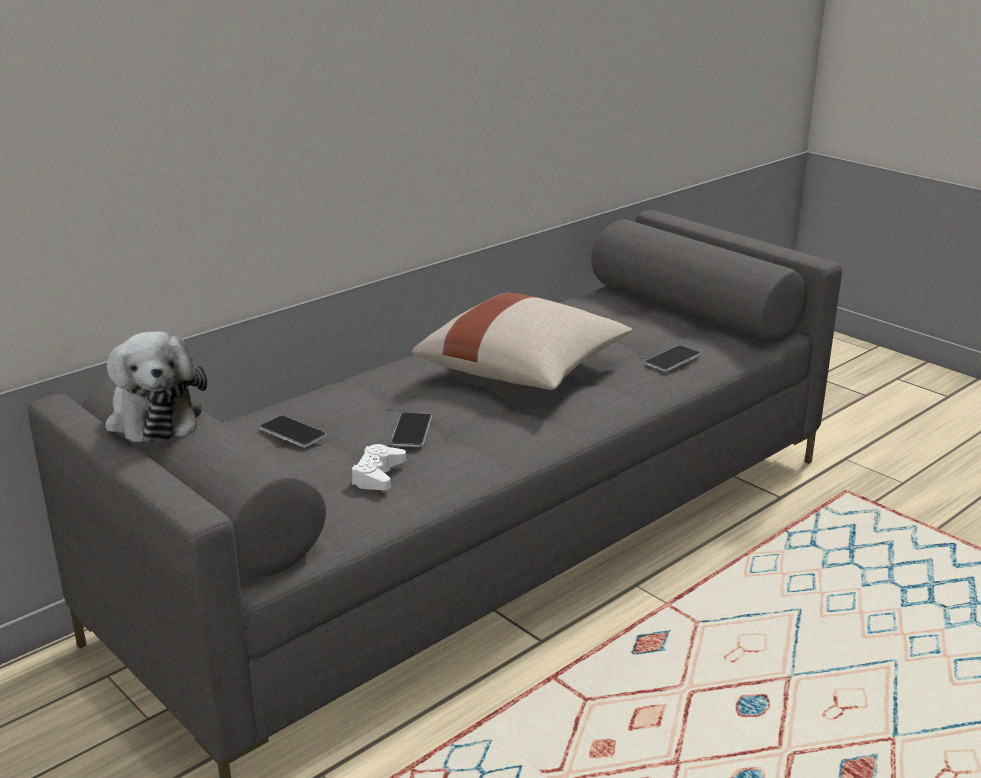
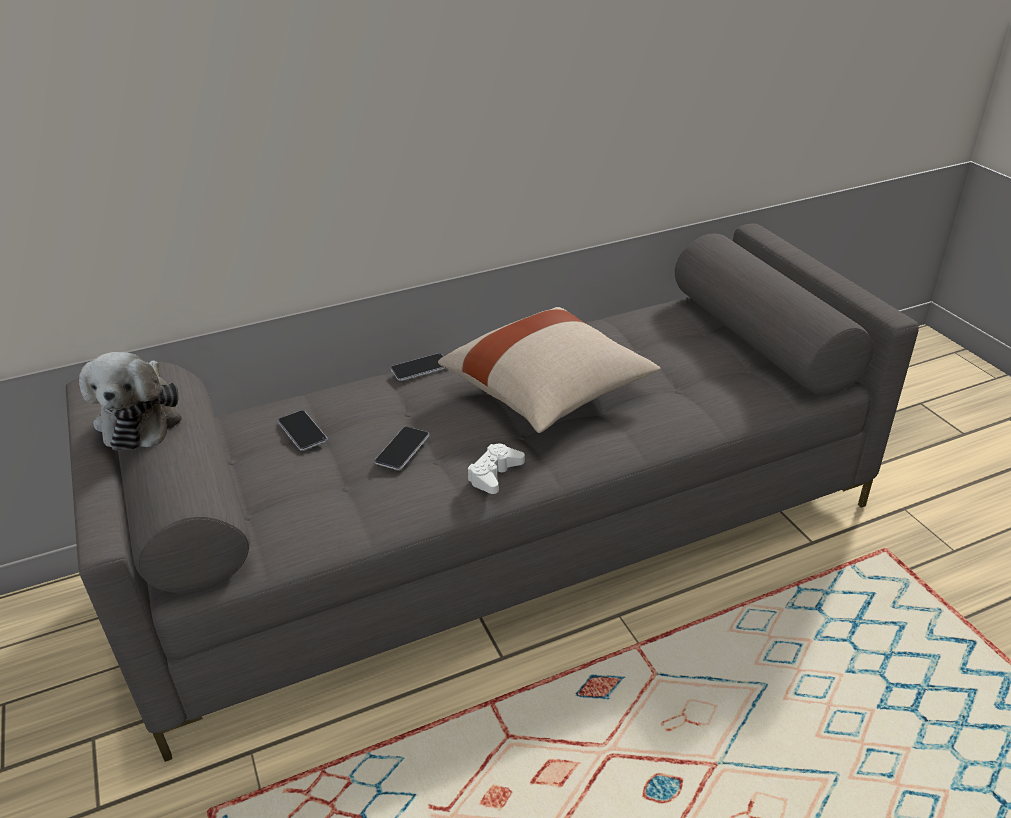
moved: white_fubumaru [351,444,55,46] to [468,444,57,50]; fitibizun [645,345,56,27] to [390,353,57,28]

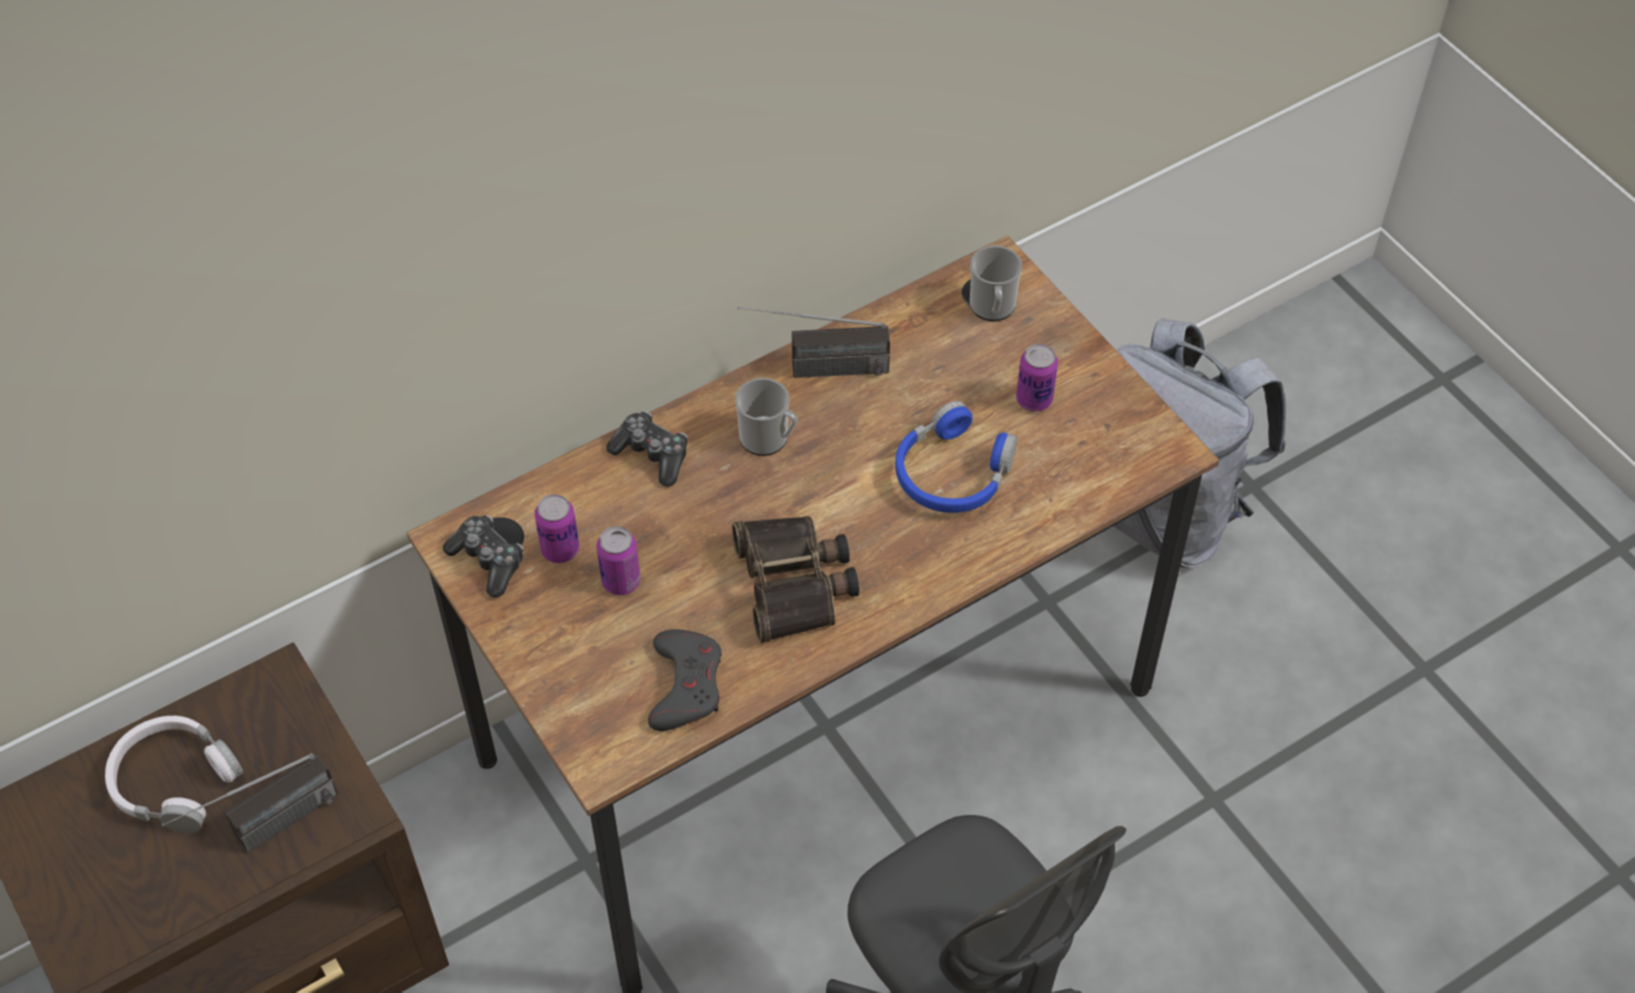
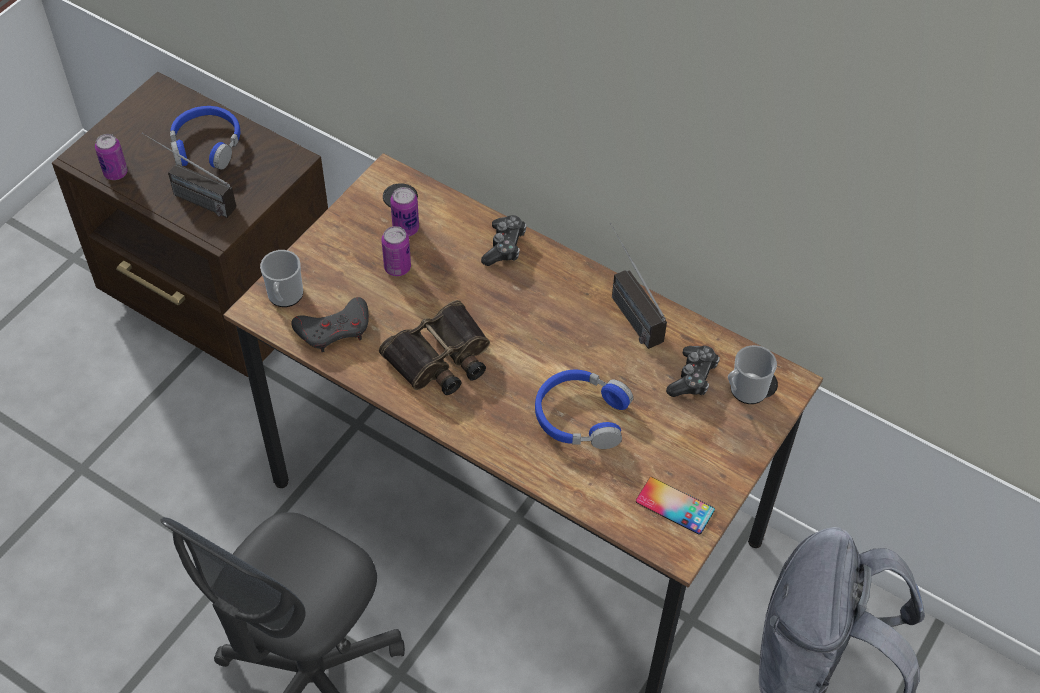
added: fitibizun [636,477,79,58]
moved: fubumaru [443,515,81,82] to [666,346,54,51]; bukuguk [735,378,63,78] to [260,250,43,57]; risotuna [1016,344,42,68] to [95,134,33,46]
recoloured: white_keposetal [105,716,138,117] to blue_keposetal [170,106,70,64]

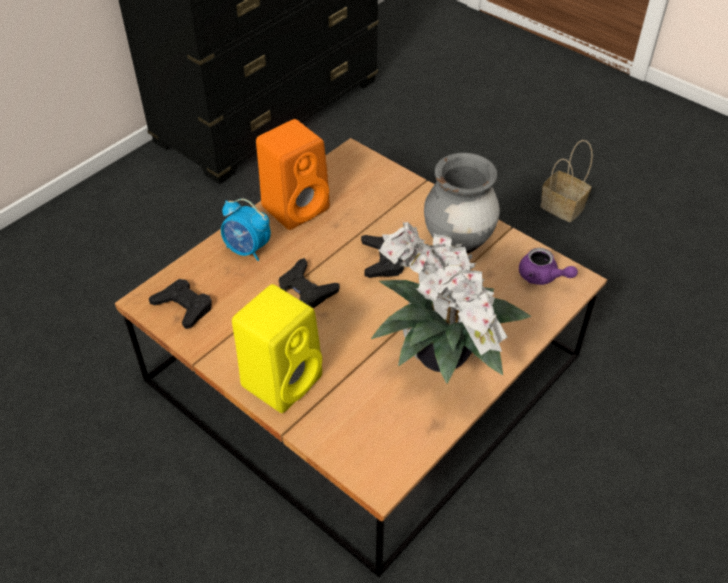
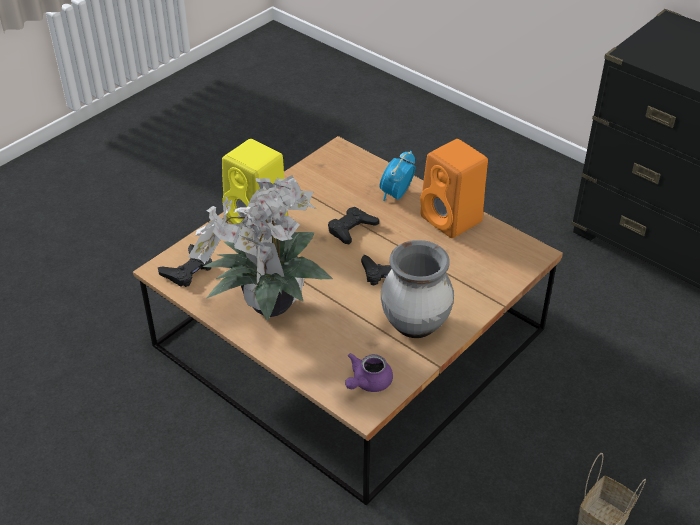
moved: black_fubumaru [149,279,63,50] to [158,244,54,43]

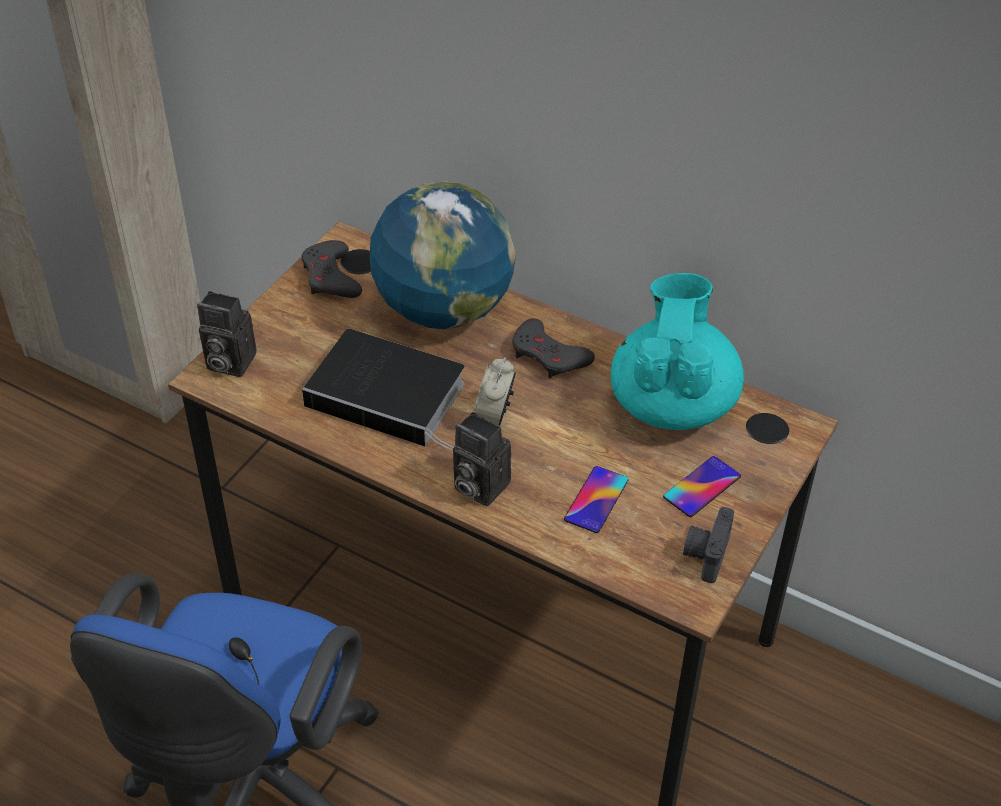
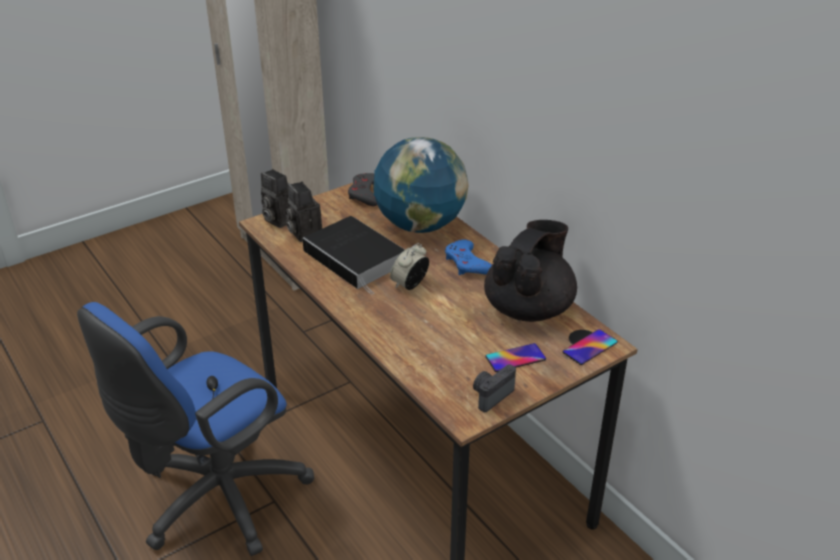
moved: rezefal [453,412,58,94] to [285,182,37,60]; fitibizun [564,466,64,67] to [562,329,56,36]
recoloured: grey_fubumaru [512,318,83,61] to blue_fubumaru [445,239,47,36]; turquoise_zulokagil [611,273,133,157] to black_zulokagil [484,220,93,102]

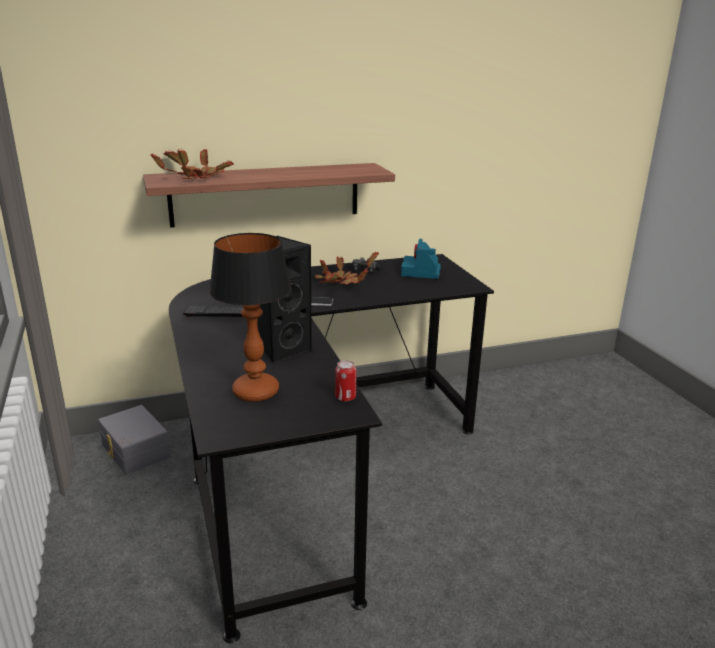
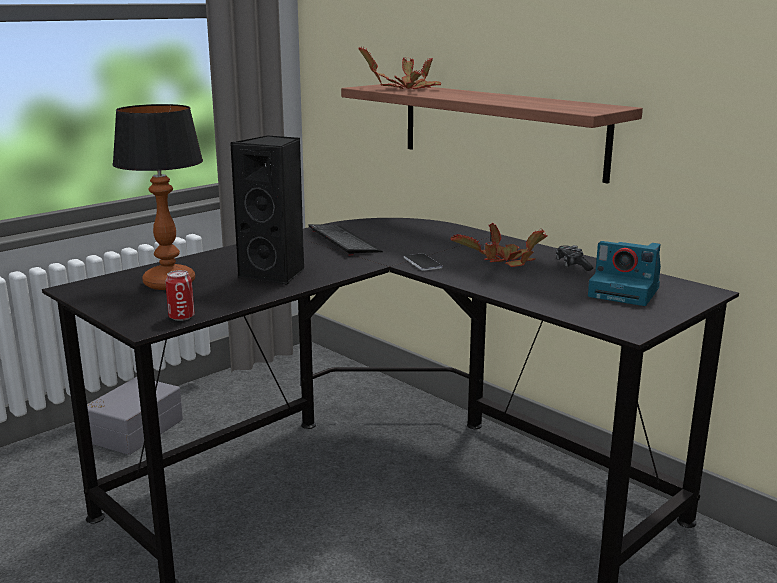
moved: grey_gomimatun [98,405,73,69] to [87,377,96,78]
turned: rezefal [401,239,40,40] = [588,241,73,65] 135 degrees counterclockwise

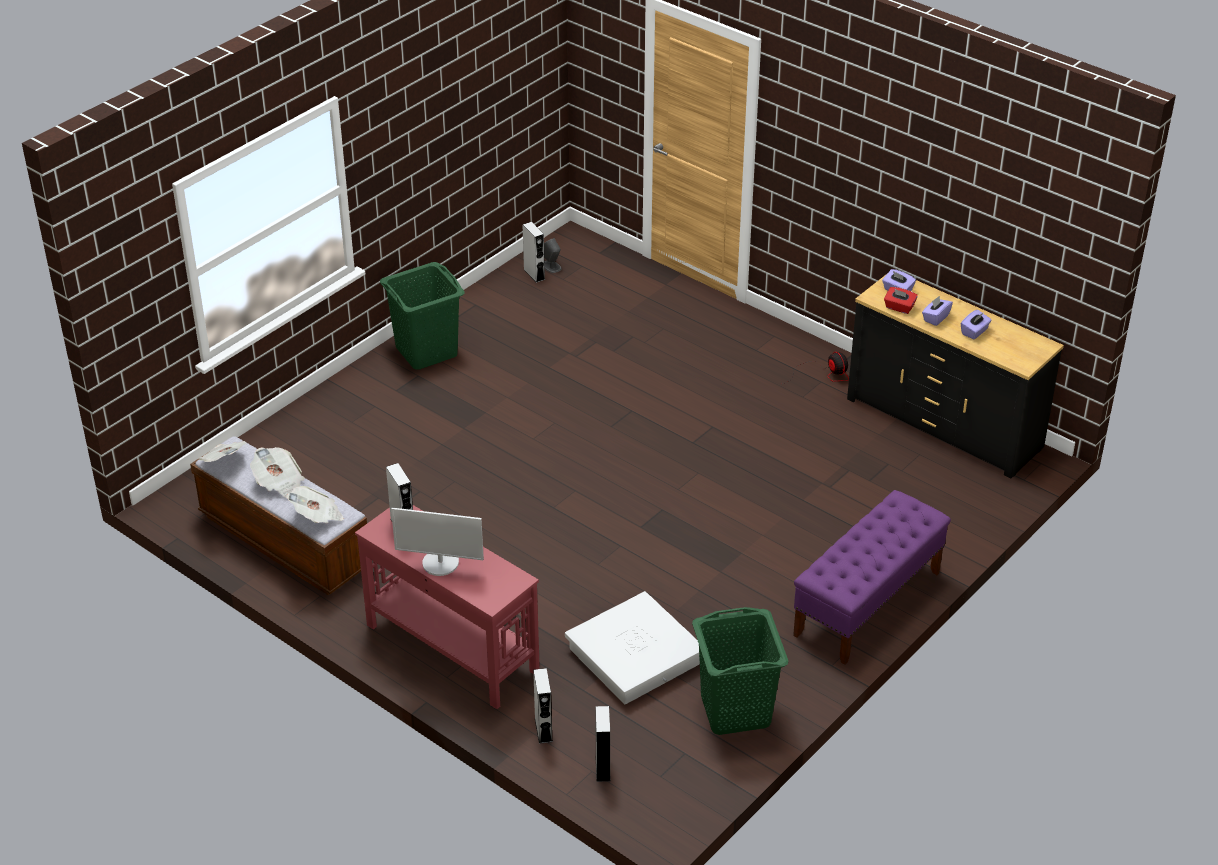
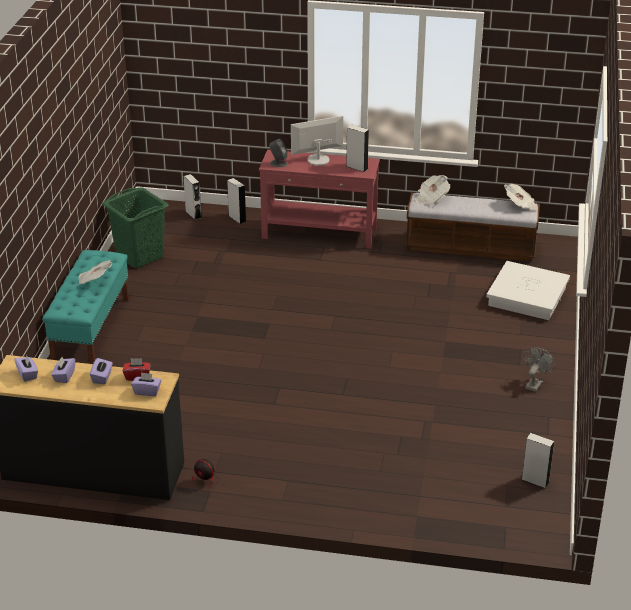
added: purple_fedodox [14,355,24,27]
moved: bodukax [250,447,55,51] to [78,260,34,25]; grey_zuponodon [544,238,17,35] to [269,139,19,28]; white_gomimatun [565,591,135,113] to [486,261,84,59]
replaced: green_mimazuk [380,262,85,108] to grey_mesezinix [524,347,31,45]
recoloured: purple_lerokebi [793,490,158,175] to turquoise_lerokebi [43,250,86,114]

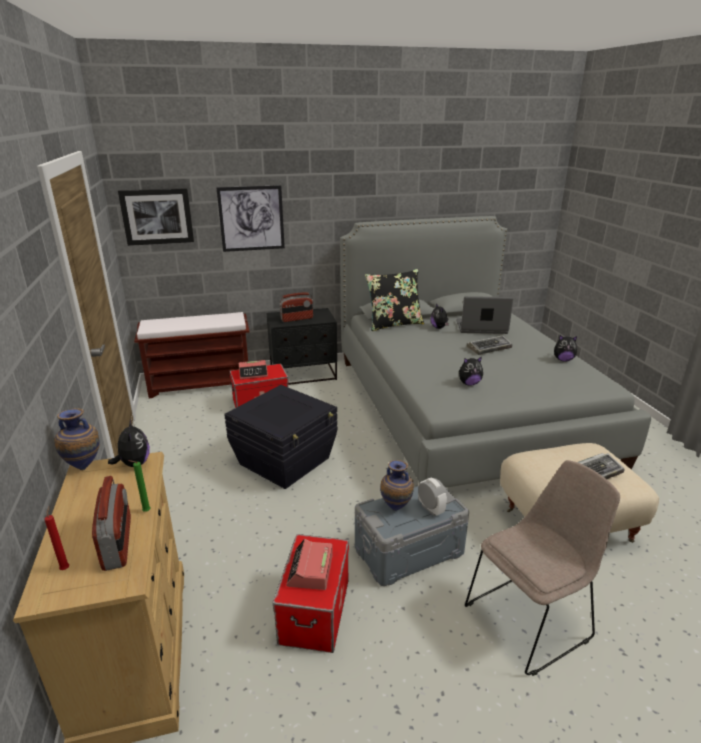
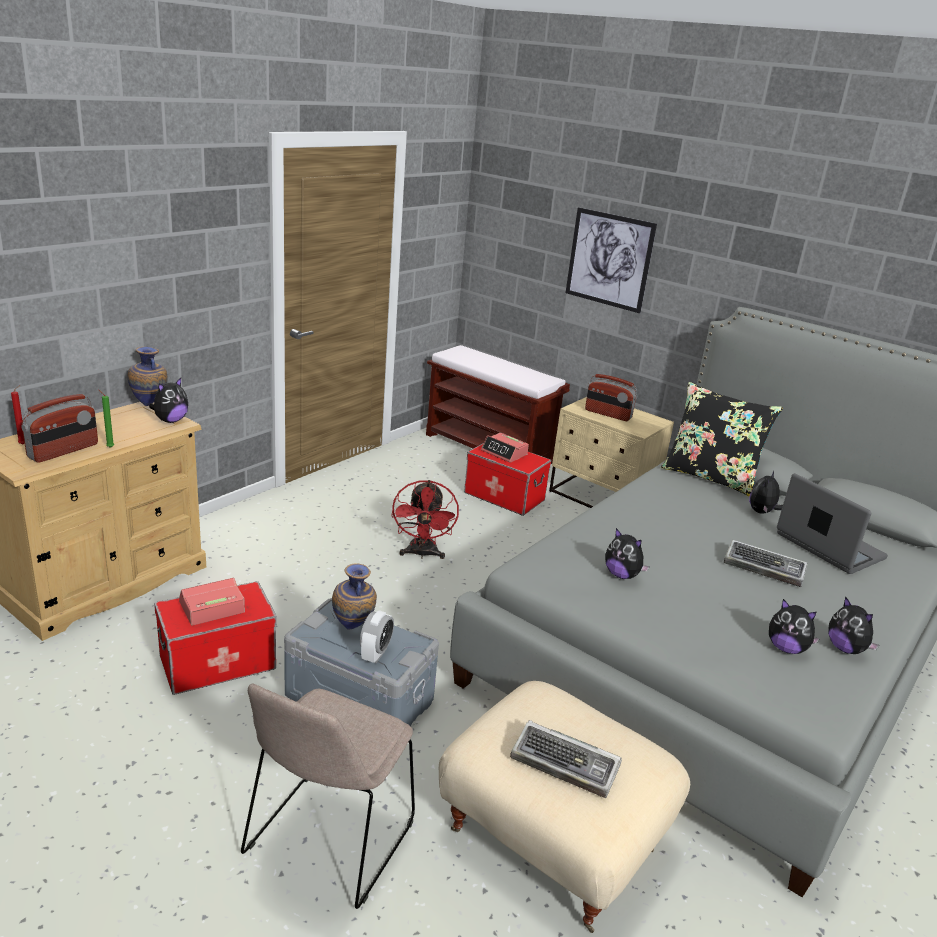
removed: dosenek [118,188,76,58]
added: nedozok [769,599,51,55]
replaced: black_gomimatun [224,385,113,104] to red_mesezinix [391,480,68,79]
recoloured: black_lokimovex [267,308,70,77] to beige_lokimovex [549,397,125,111]
turned: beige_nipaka [465,460,155,216] = [241,683,174,226] 90 degrees clockwise

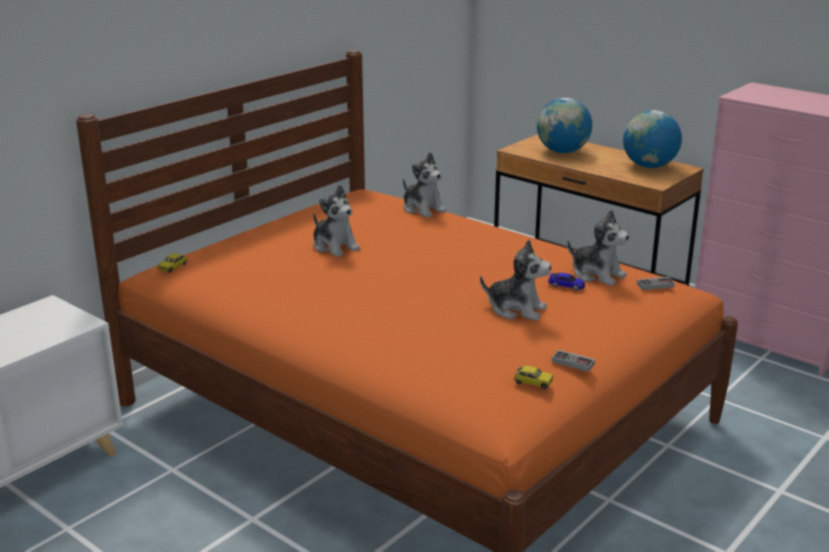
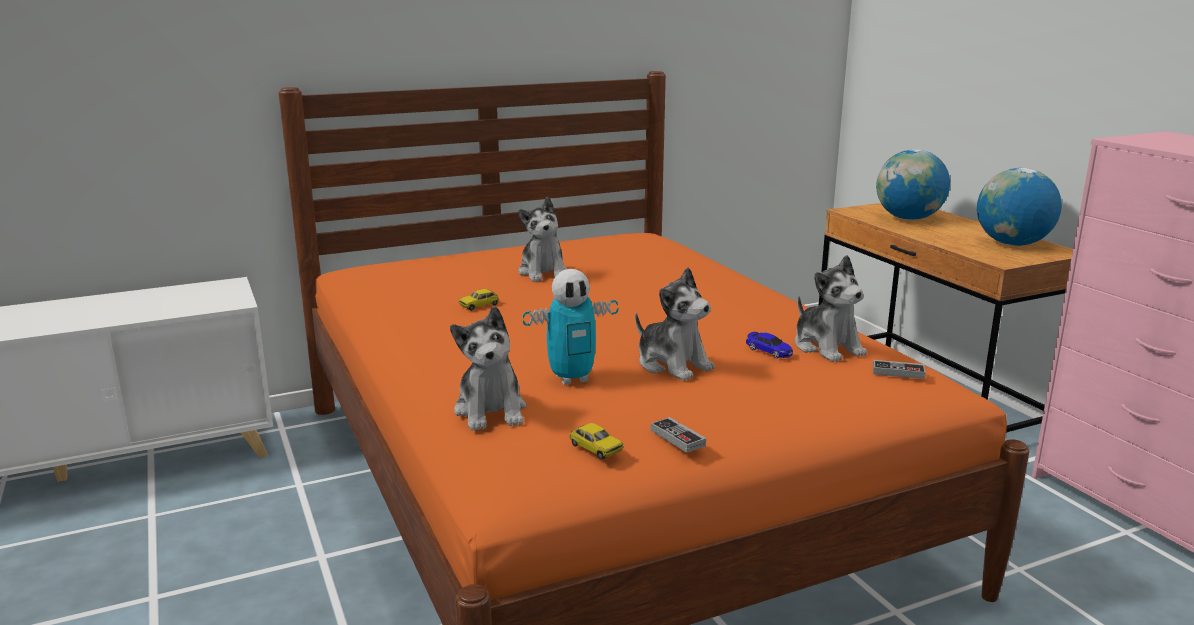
added: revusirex [523,269,95,116]
moved: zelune [157,253,30,20] to [459,289,40,22]; nedozok [403,152,44,66] to [450,306,76,125]

